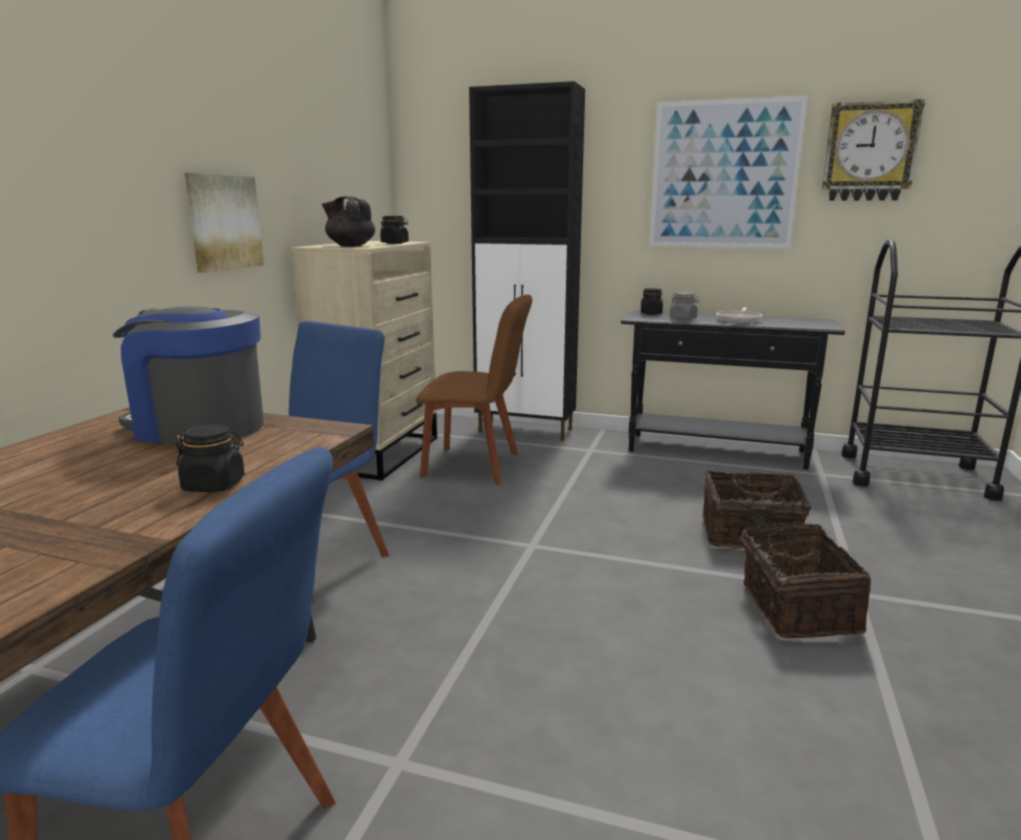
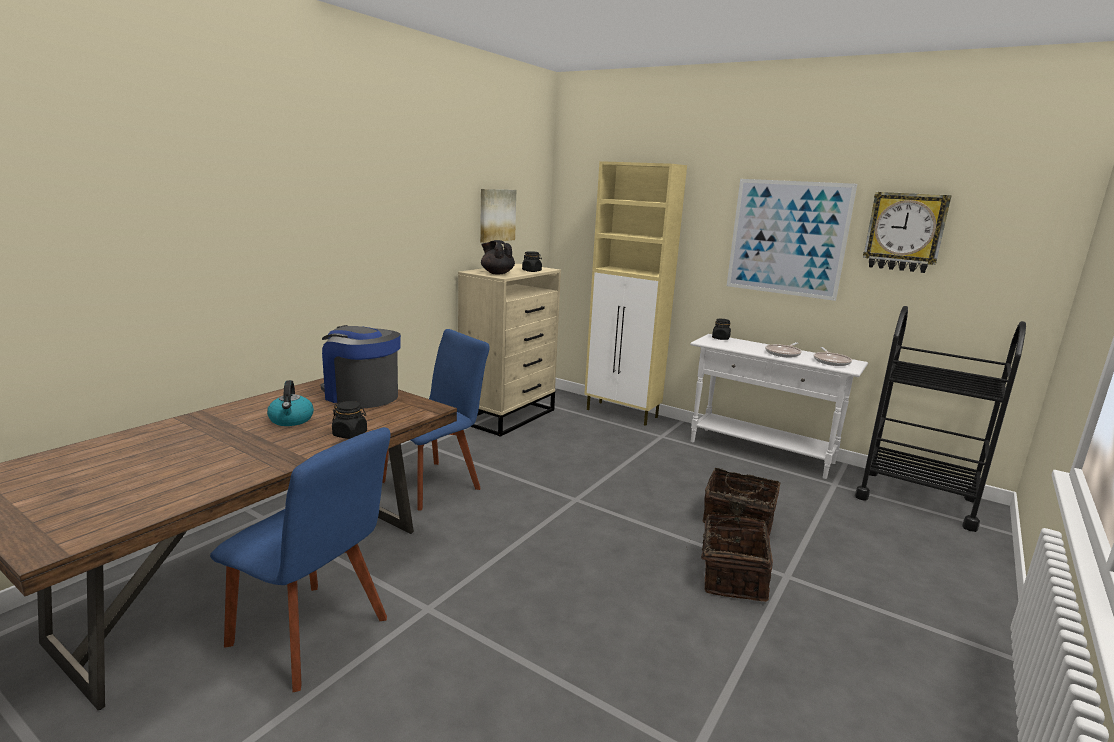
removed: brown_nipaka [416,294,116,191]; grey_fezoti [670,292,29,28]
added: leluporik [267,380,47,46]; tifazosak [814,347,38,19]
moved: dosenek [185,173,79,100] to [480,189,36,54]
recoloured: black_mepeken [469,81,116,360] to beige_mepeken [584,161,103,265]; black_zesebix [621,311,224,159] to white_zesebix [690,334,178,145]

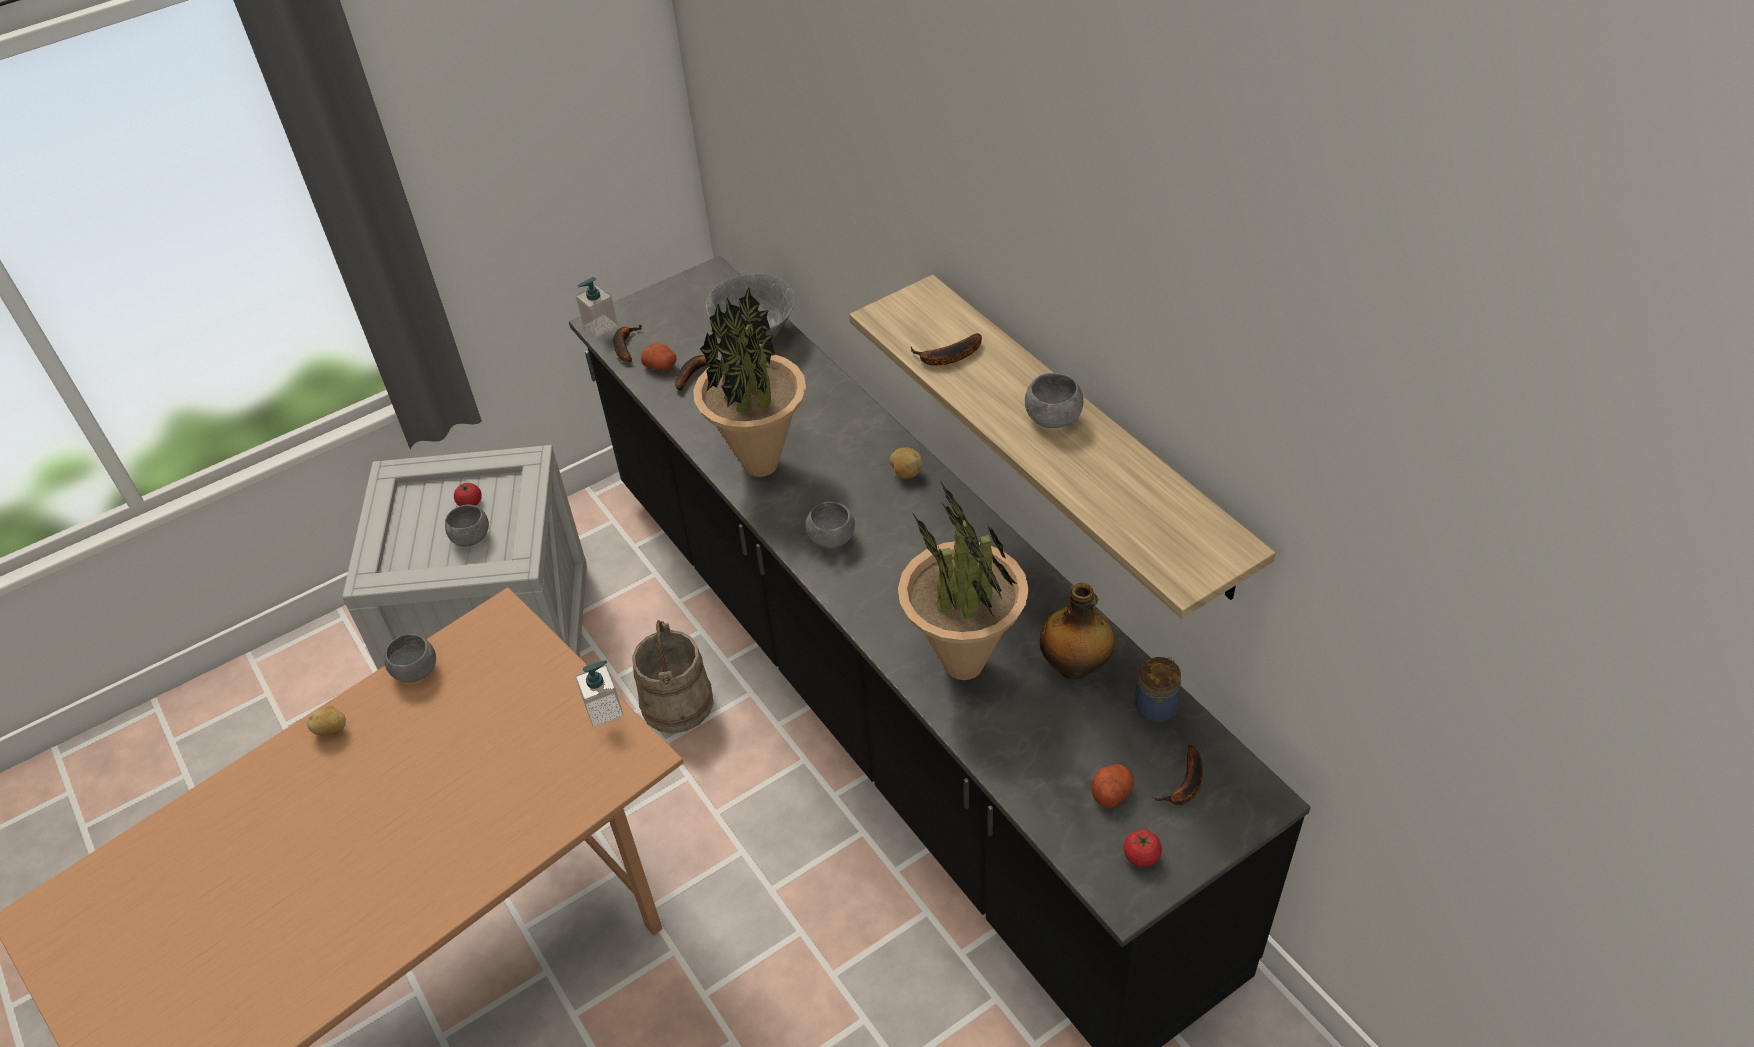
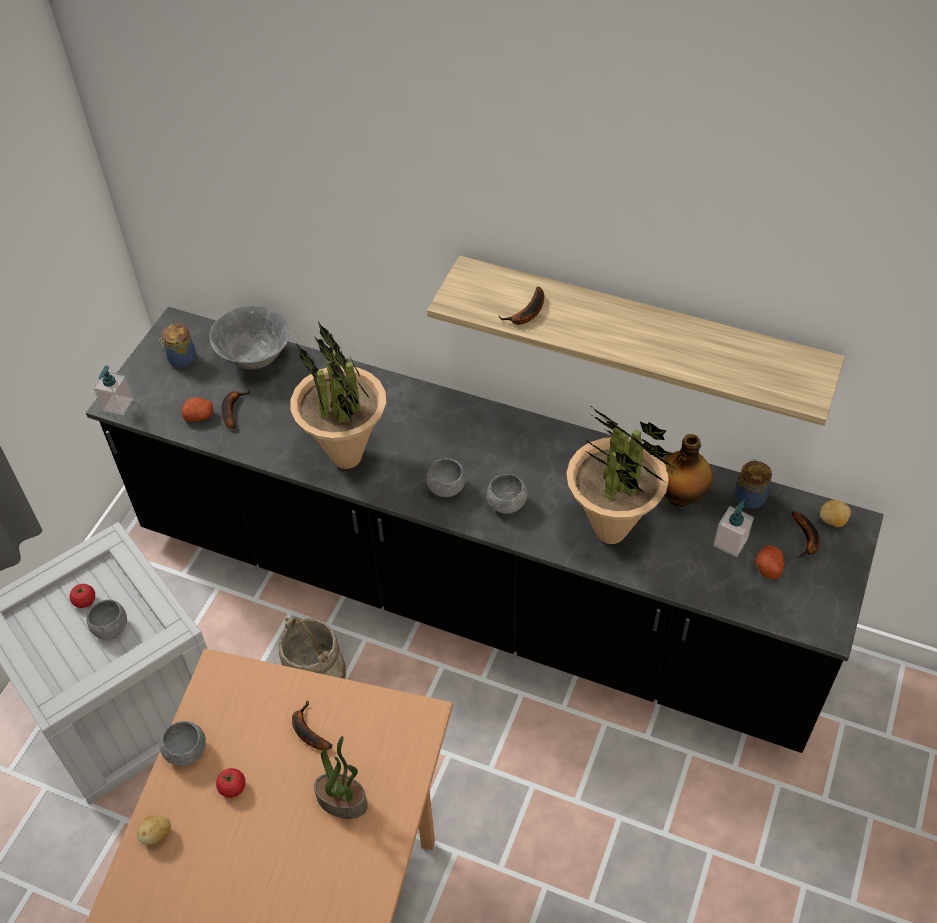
added: fezoti [159,324,37,44]; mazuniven [314,736,54,83]
moved: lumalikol [575,660,48,67] to [713,499,41,58]; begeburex [613,325,29,37] to [292,701,40,49]; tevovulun [890,447,33,32] to [820,500,31,27]; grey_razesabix [1025,373,58,55] to [487,474,41,40]; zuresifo [1123,830,39,37] to [216,768,30,30]

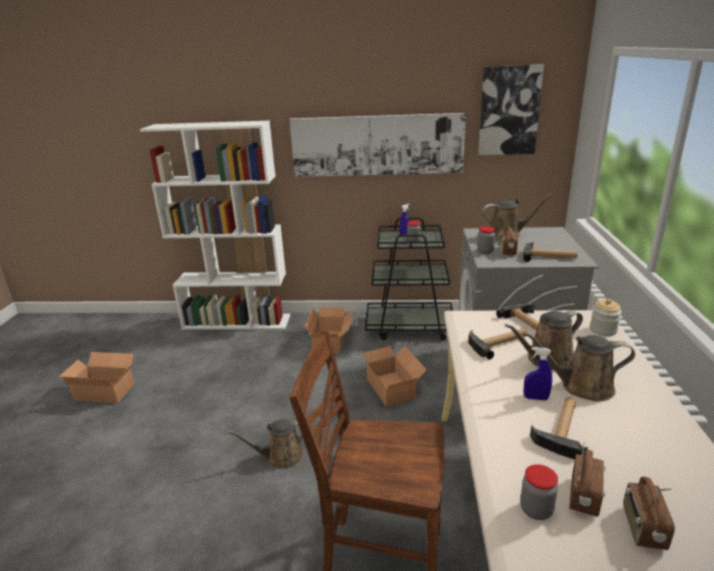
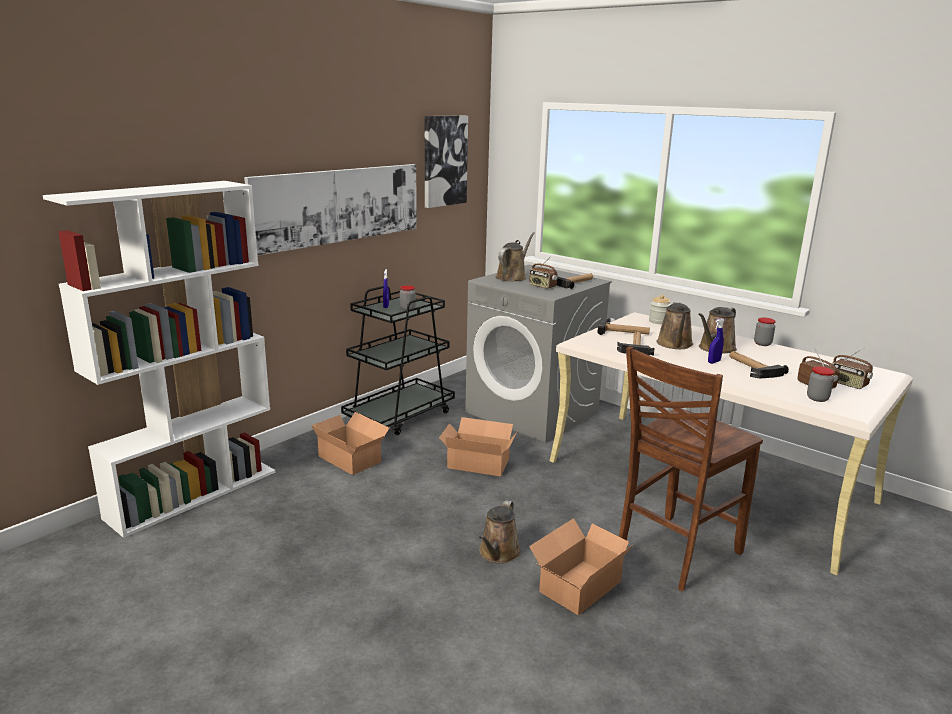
moved: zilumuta [59,352,76,51] to [529,518,105,97]; fezoti [477,226,18,28] to [754,317,22,29]

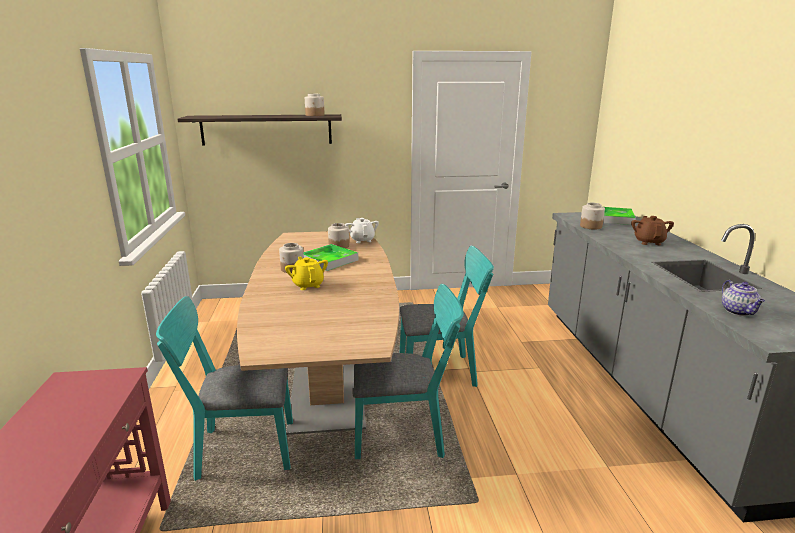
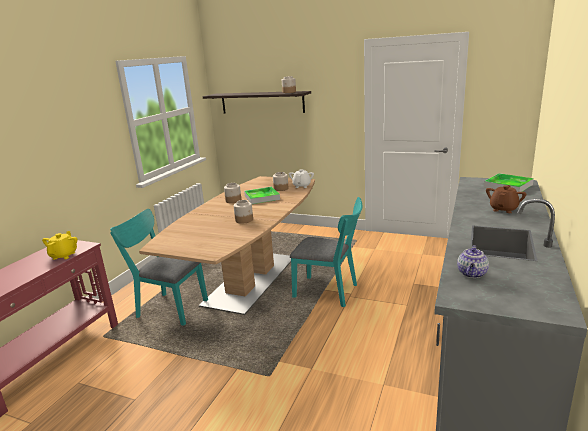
removed: turquoise_nipaka [352,284,112,175]
moved: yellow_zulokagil [285,257,43,33] to [42,231,35,29]; fezoti [580,203,25,26] to [234,200,19,24]

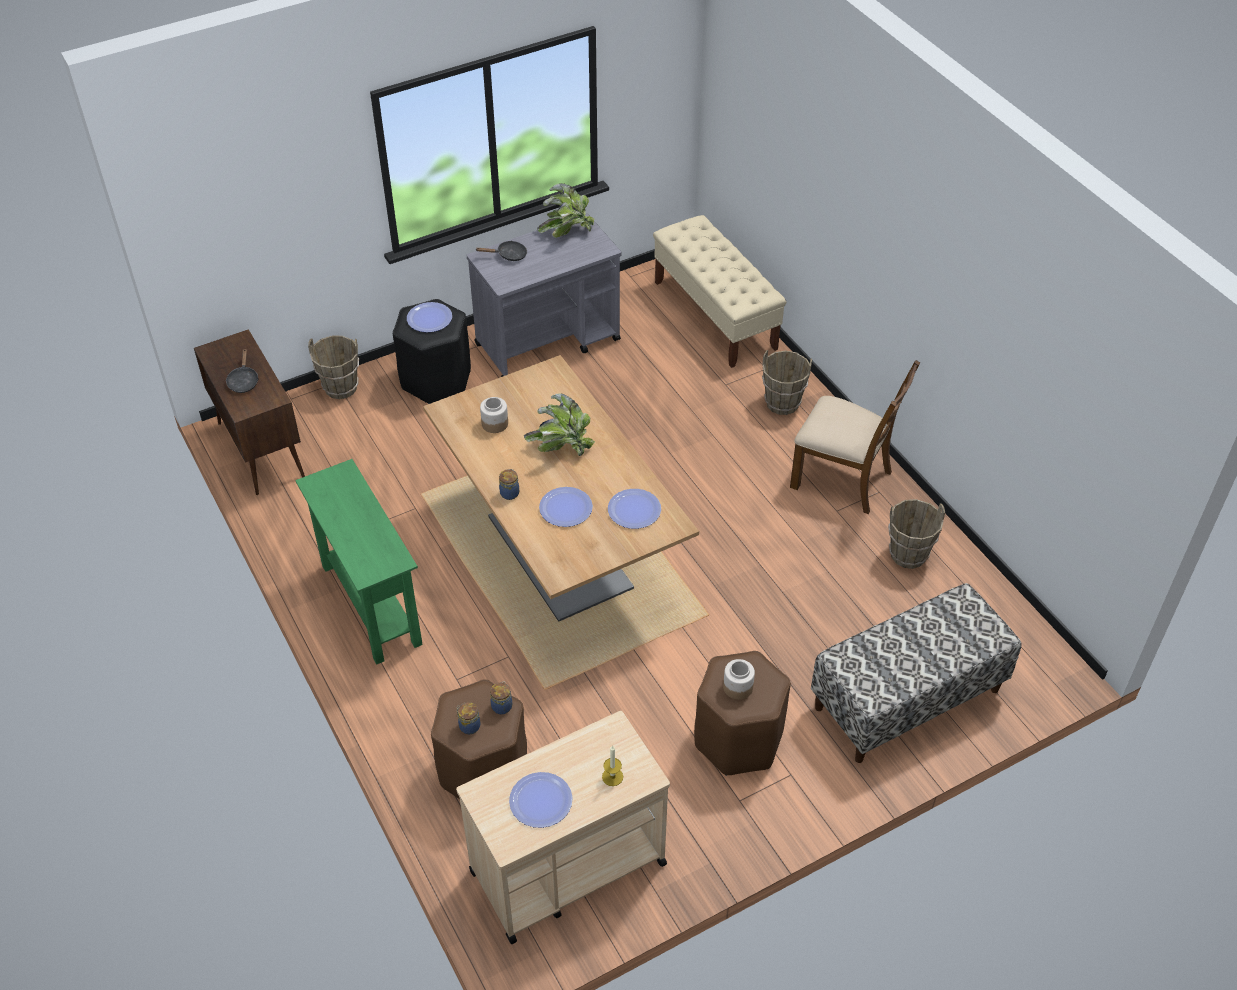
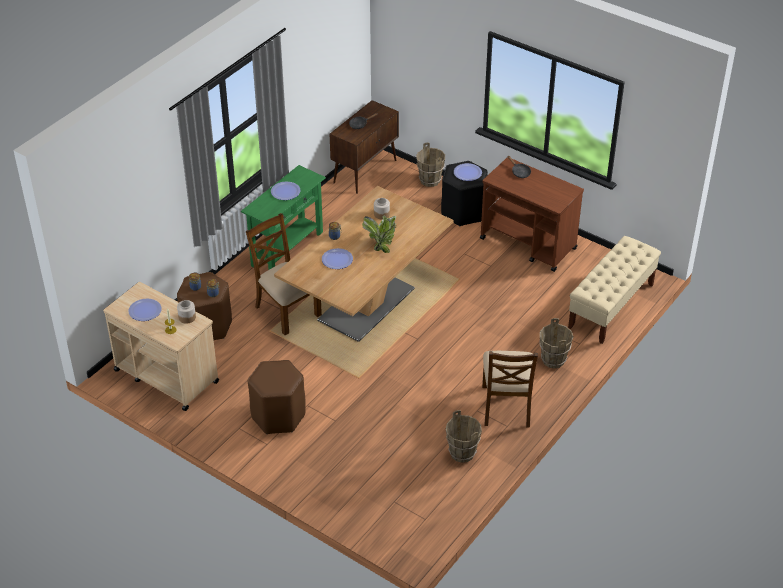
removed: mazuniven [537,183,58,55]; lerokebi [811,583,210,180]
added: brown_nipaka [246,213,76,122]
moved: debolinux [608,489,53,40] to [271,182,30,18]; fezoti [723,659,32,41] to [177,300,19,24]
recoloured: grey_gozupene [467,214,154,163] to brown_gozupene [480,157,104,115]

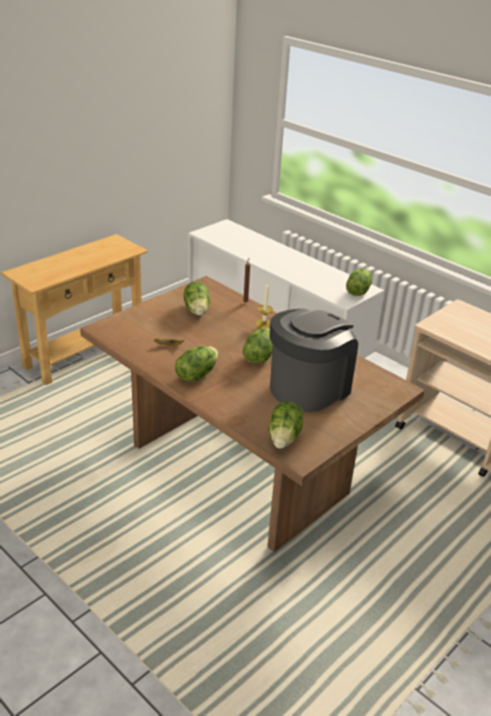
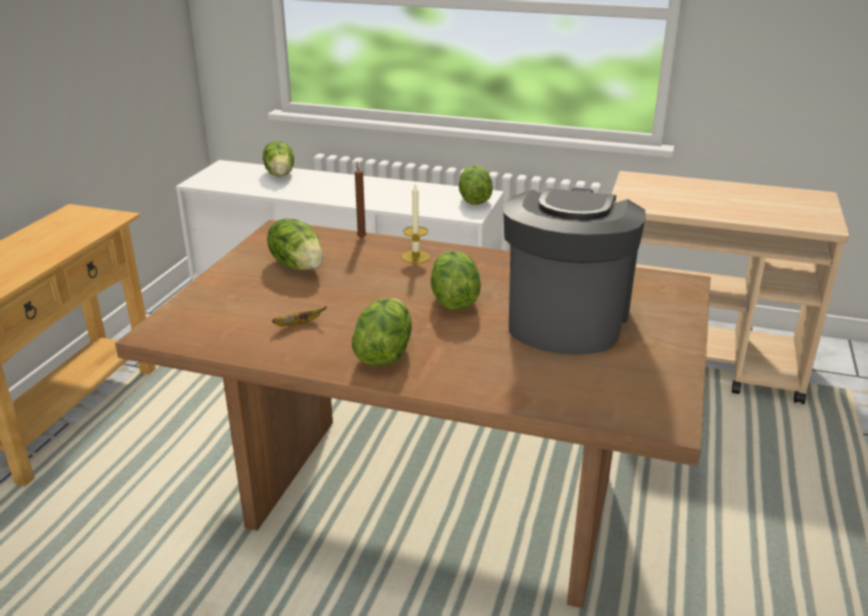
moved: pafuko [269,401,34,47] to [263,141,31,35]

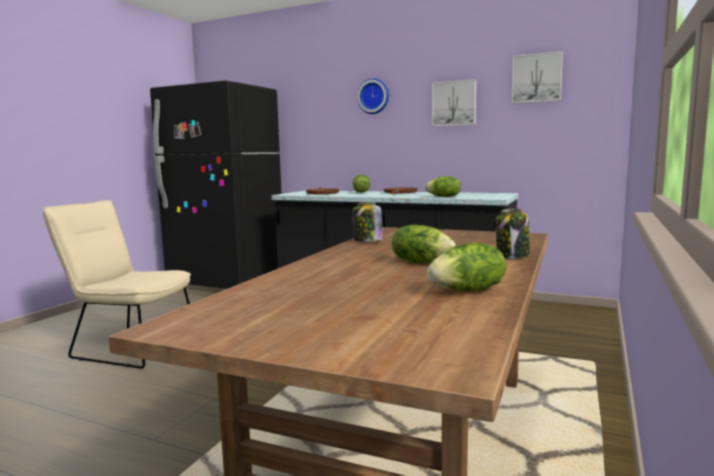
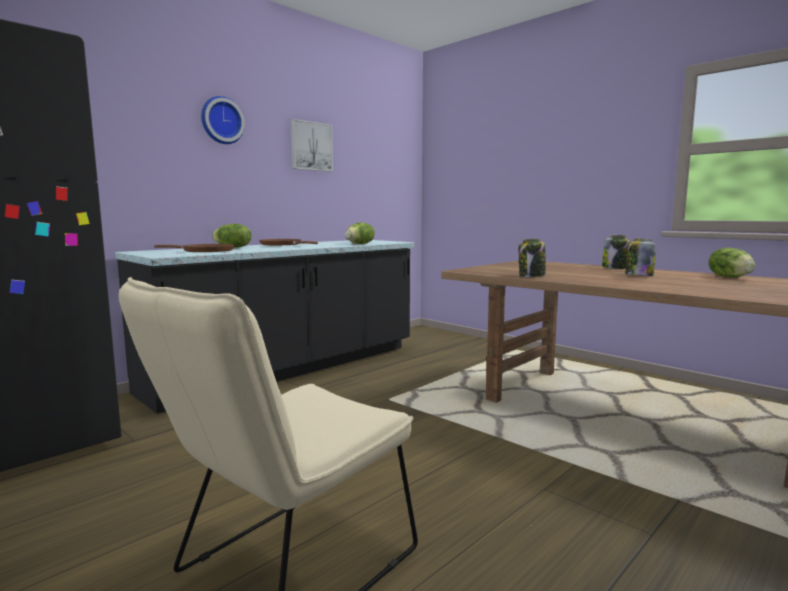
removed: dosenek [512,51,51,53]
replaced: pafuko [392,225,63,38] to fezoti [625,239,31,37]

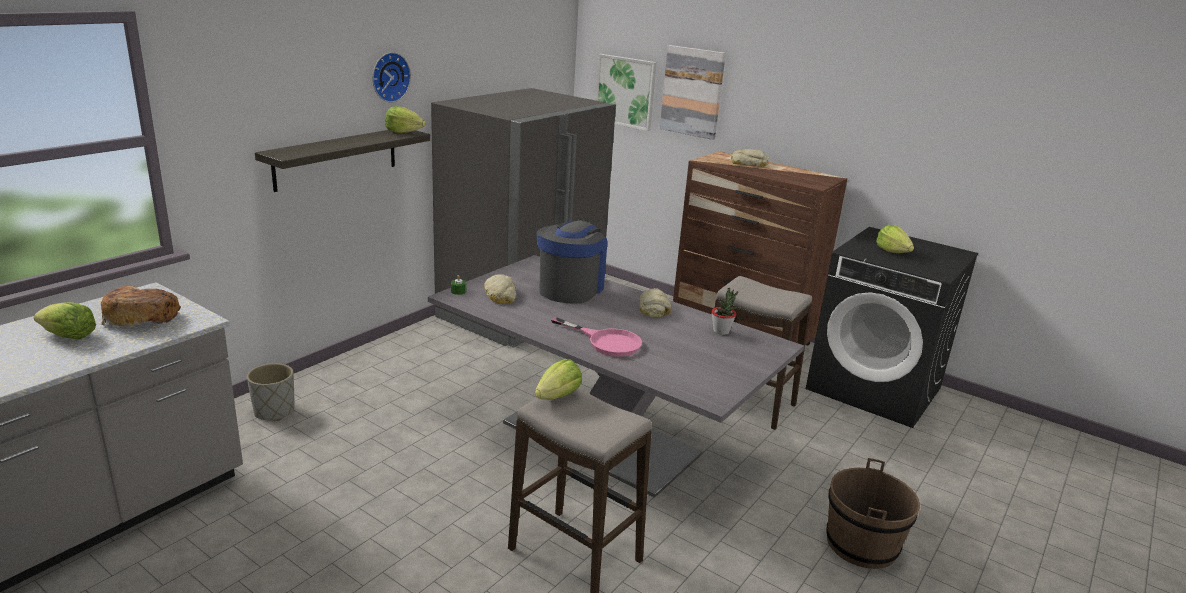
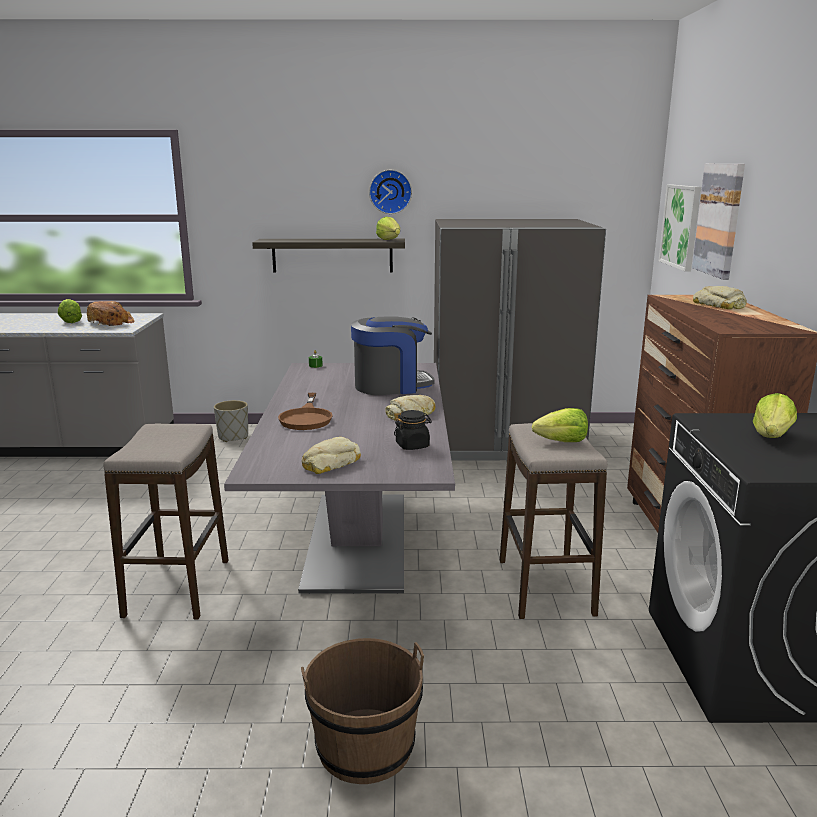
moved: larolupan [484,274,32,30] to [302,437,59,37]; pafuko [535,359,47,41] to [532,408,56,34]
replaced: mazuniven [711,288,27,47] to black_fezoti [394,410,38,40]
recoloured: pink_tifazosak [551,317,91,40] to brown_tifazosak [278,393,55,37]

